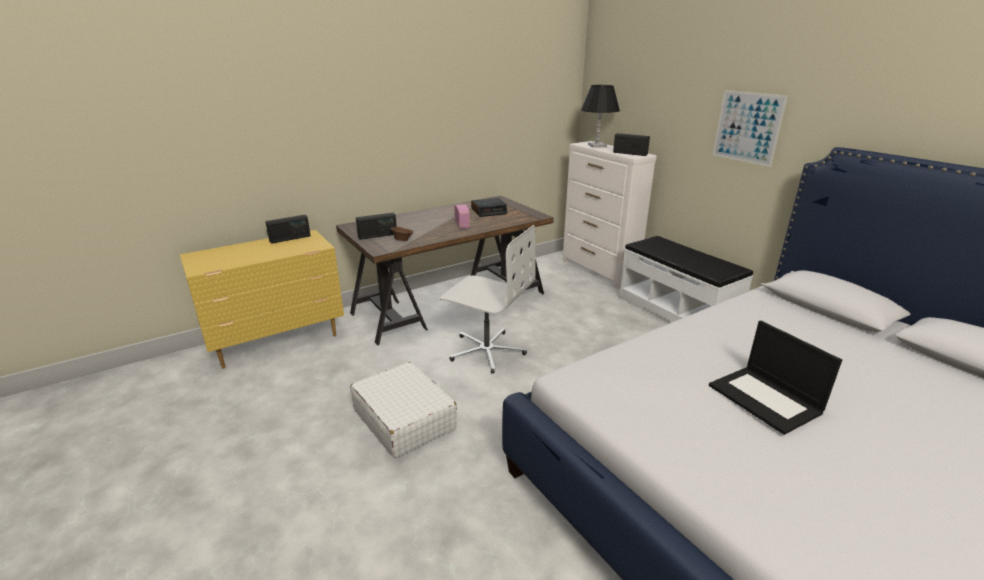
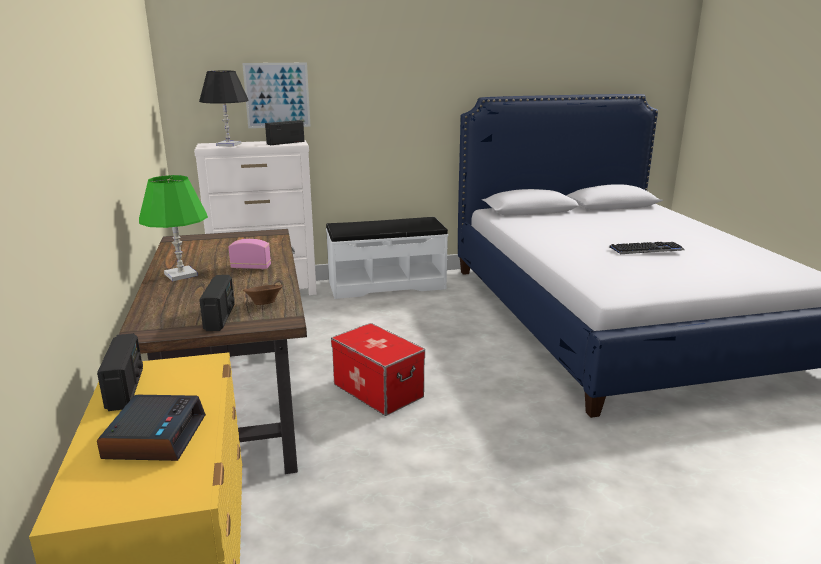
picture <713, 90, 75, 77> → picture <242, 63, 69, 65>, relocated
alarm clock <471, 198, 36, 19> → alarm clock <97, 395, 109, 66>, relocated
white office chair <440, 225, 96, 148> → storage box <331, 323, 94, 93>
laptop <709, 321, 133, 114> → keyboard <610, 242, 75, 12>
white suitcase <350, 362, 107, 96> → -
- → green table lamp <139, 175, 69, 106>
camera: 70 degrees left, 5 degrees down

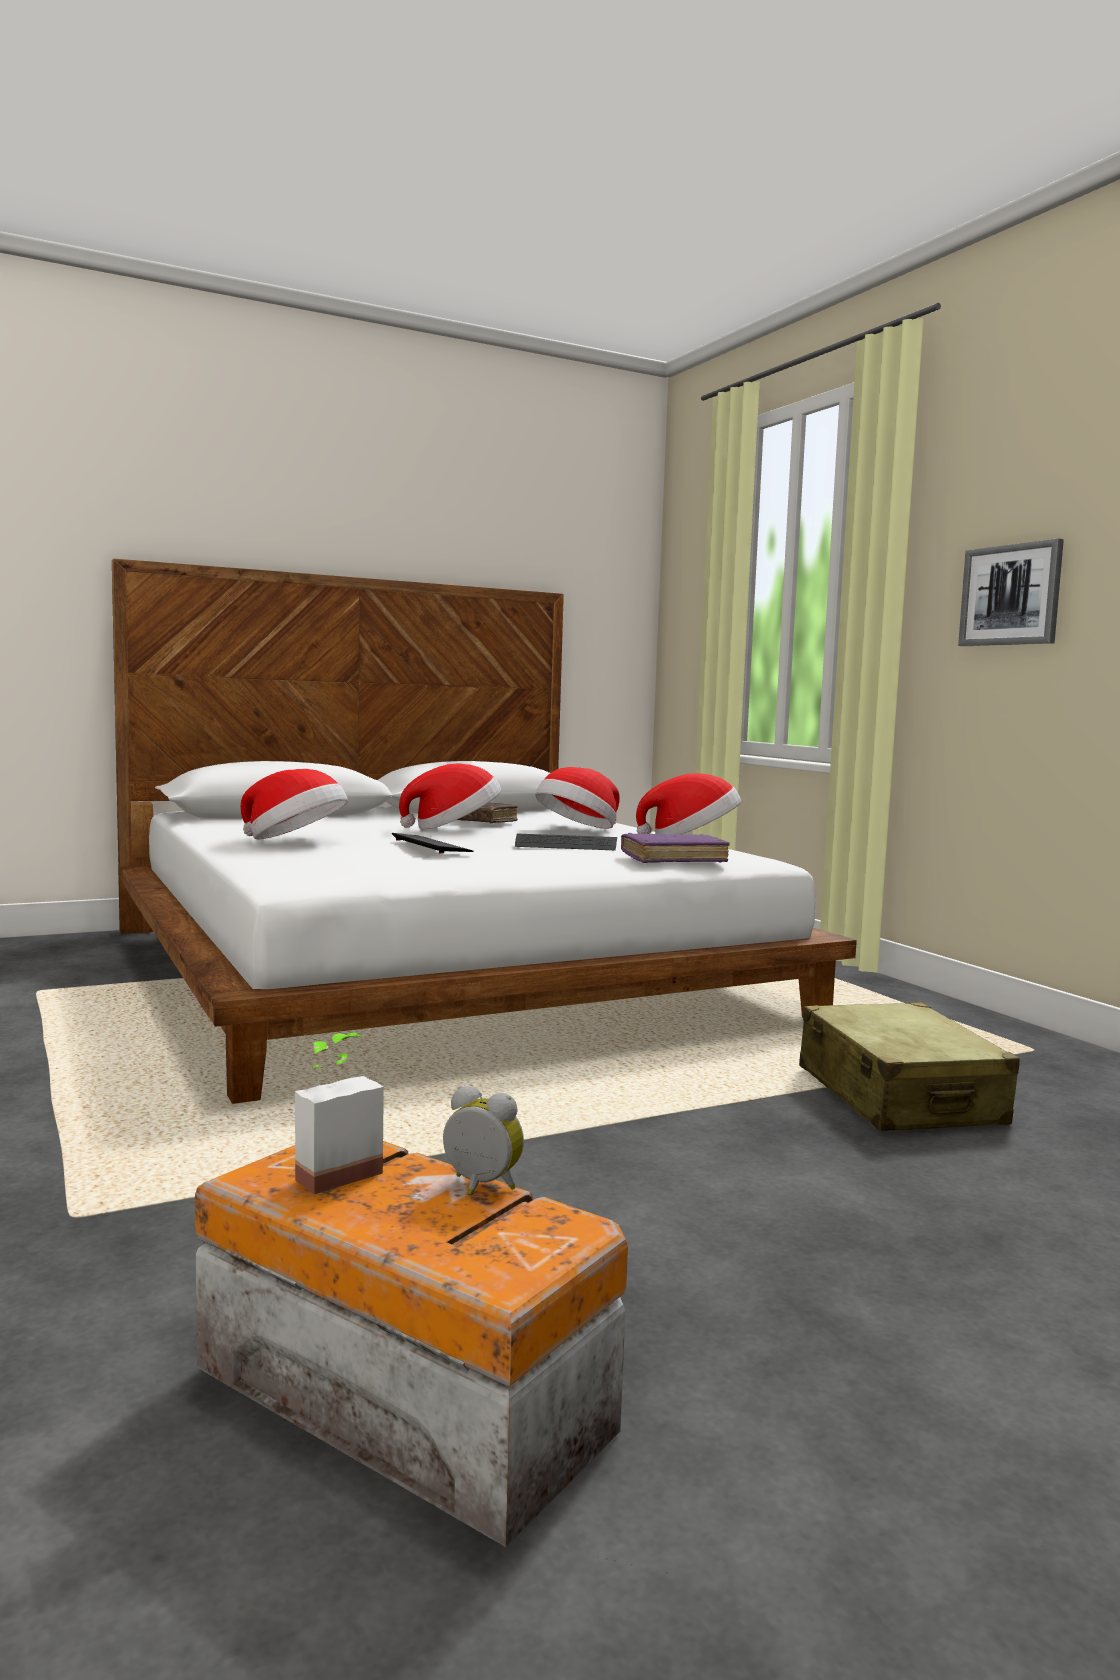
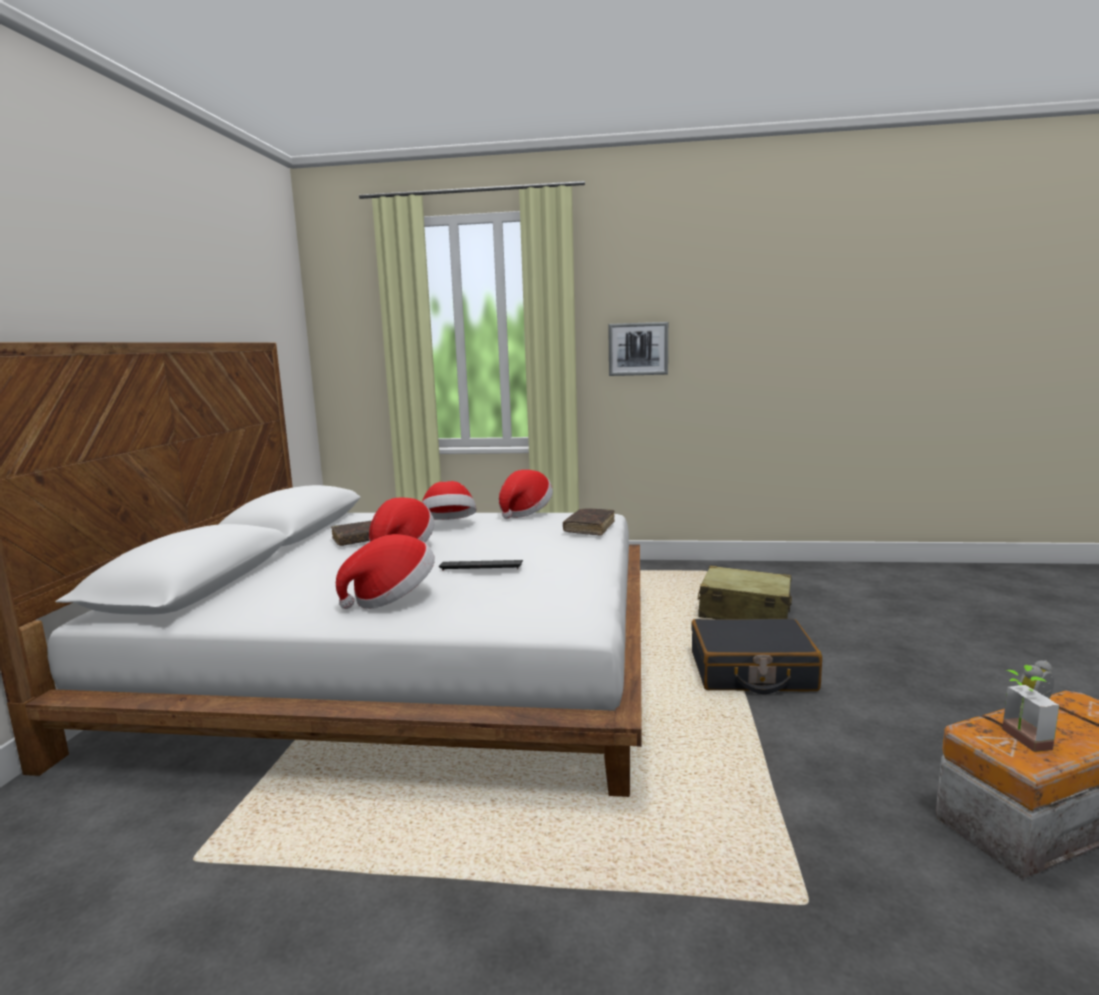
purple book <621, 833, 109, 30> → brown book <563, 508, 52, 27>
keyboard <515, 834, 102, 16> → -
- → black suitcase <691, 619, 131, 75>
camera: 55 degrees left, 5 degrees up

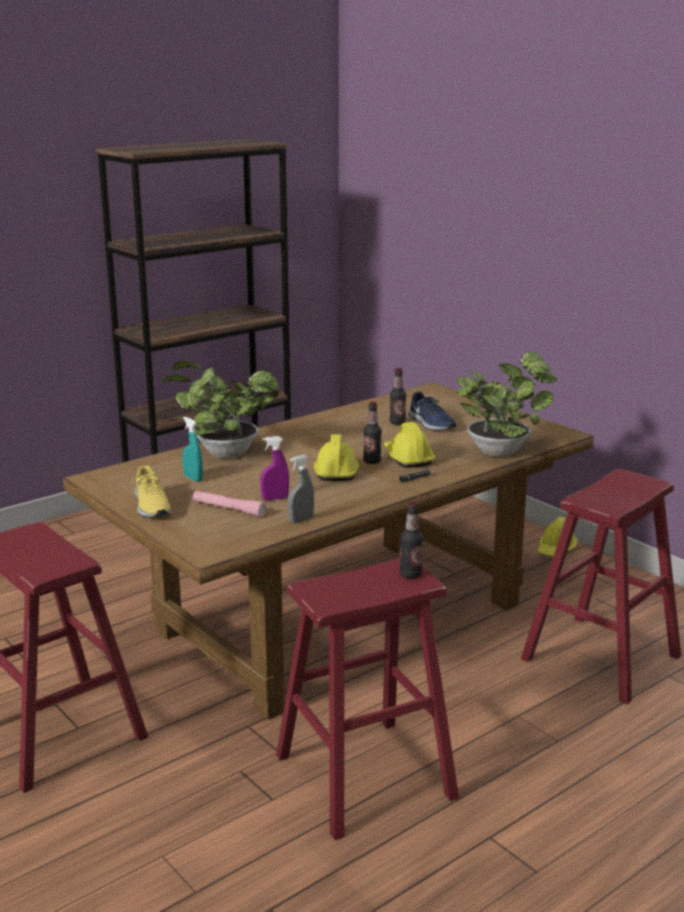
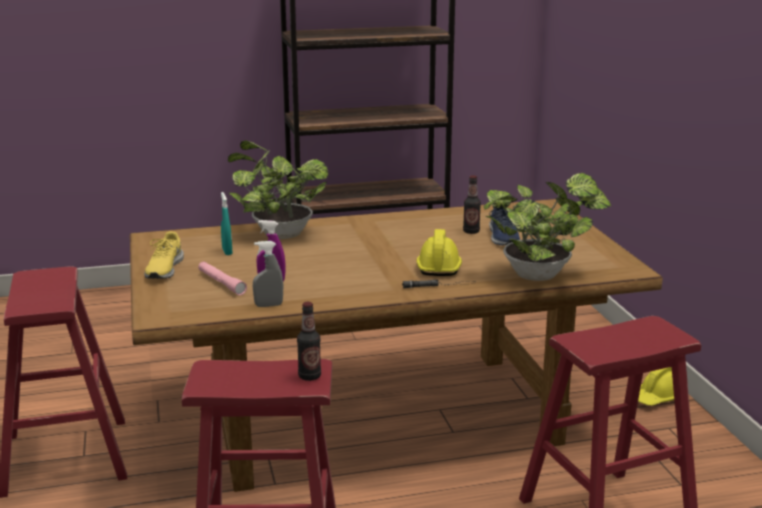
bottle <363, 402, 19, 62> → -
yellow hard hat <314, 434, 45, 47> → -
camera: 25 degrees right, 0 degrees up

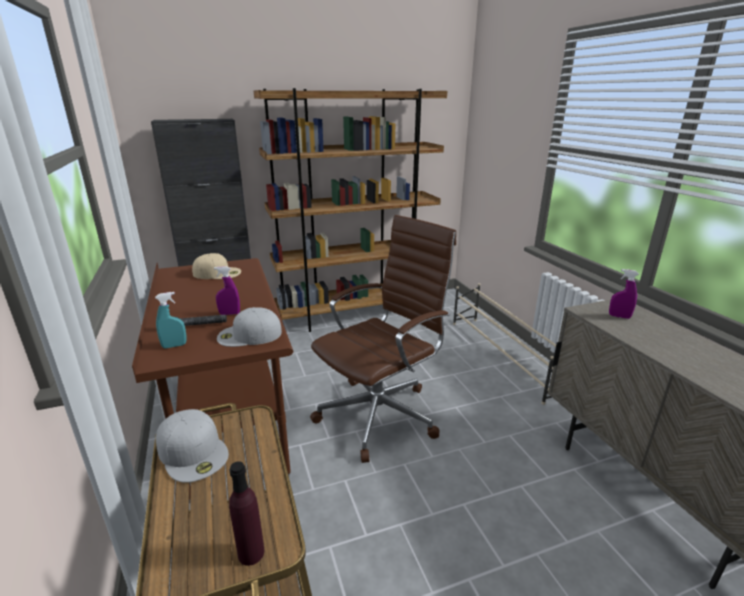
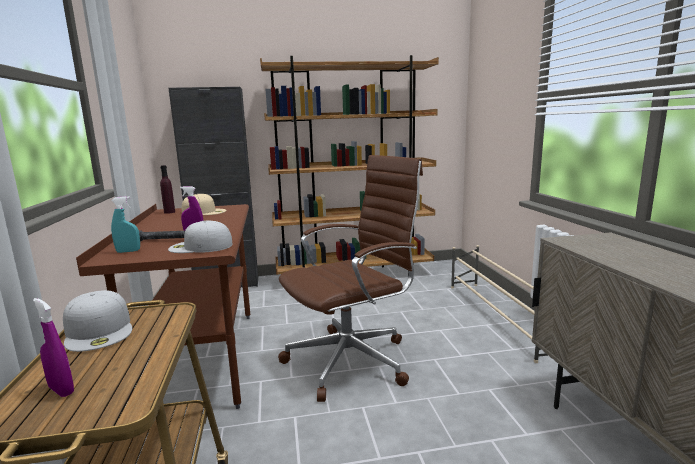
purple spray bottle <609, 269, 30, 50> → purple spray bottle <33, 298, 41, 99>, relocated
purple bottle <229, 461, 35, 105> → purple bottle <160, 165, 15, 49>, relocated
camera: 10 degrees right, 10 degrees down

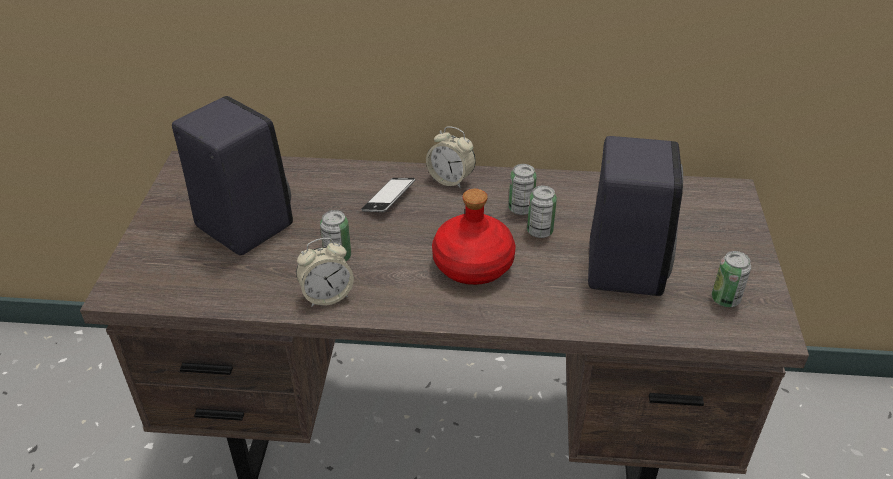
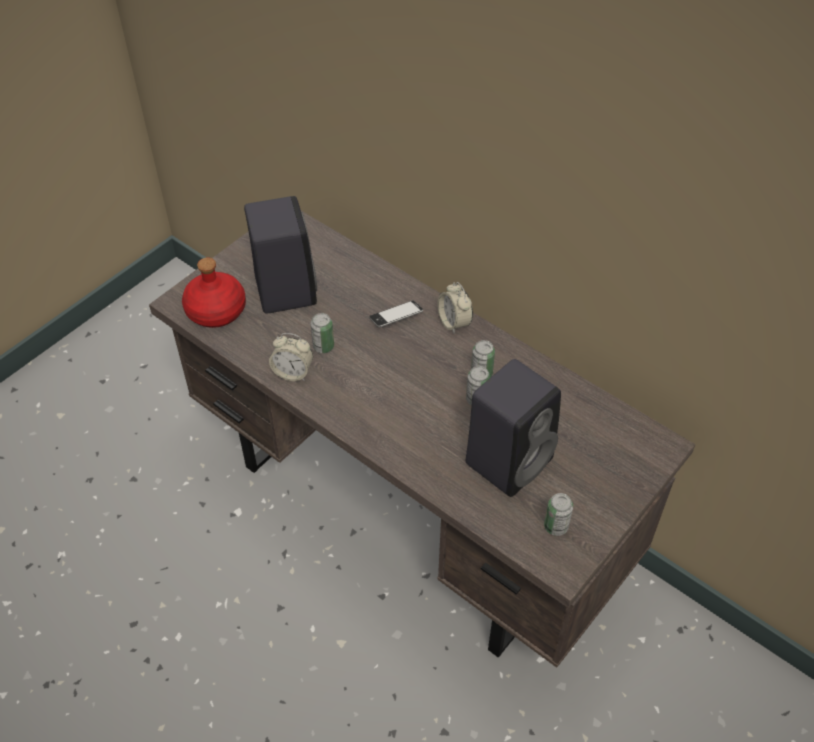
red bottle <432, 189, 84, 96> → red bottle <182, 258, 64, 70>, relocated
camera: 35 degrees right, 10 degrees up

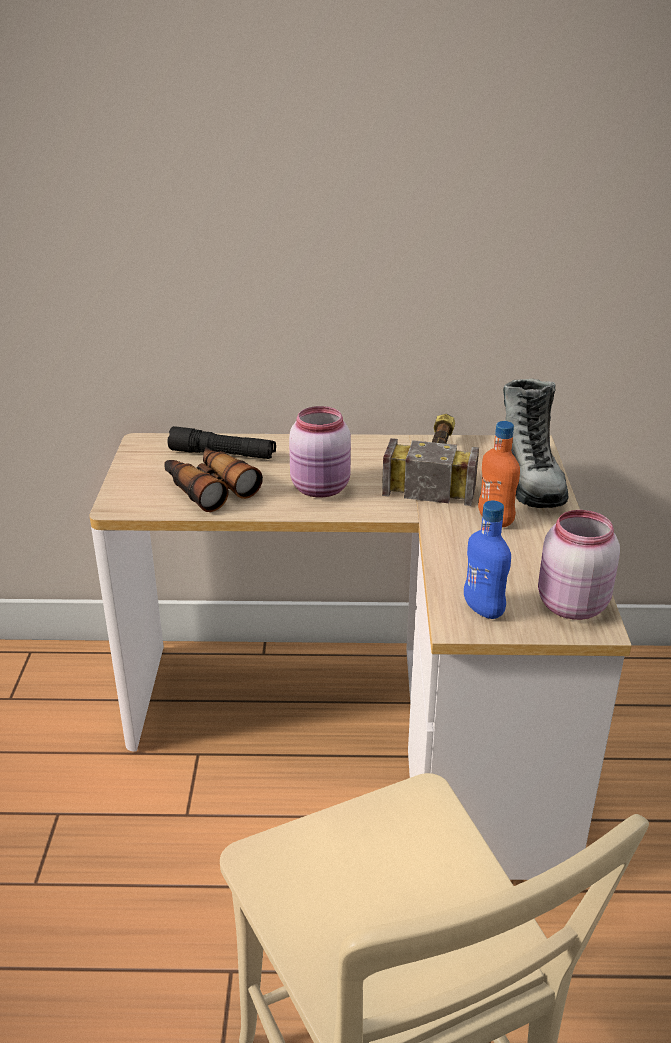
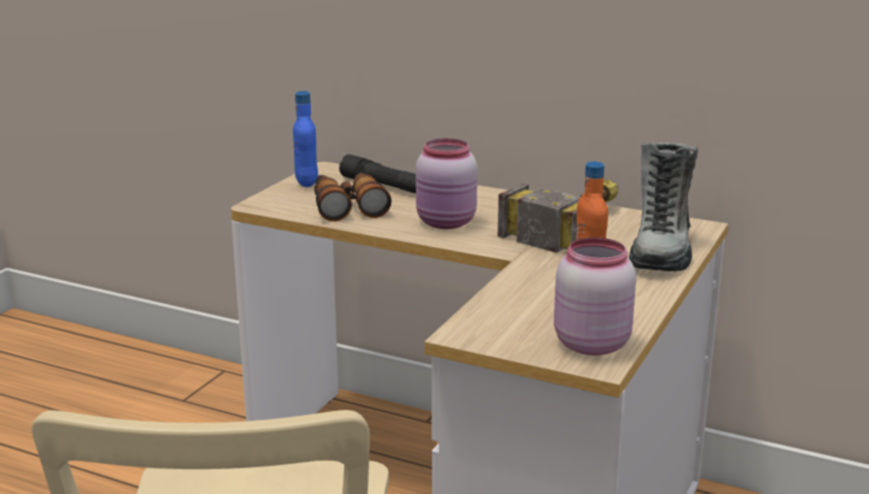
blue bottle <464, 500, 47, 119> → blue bottle <293, 91, 25, 96>, relocated
camera: 25 degrees right, 10 degrees down

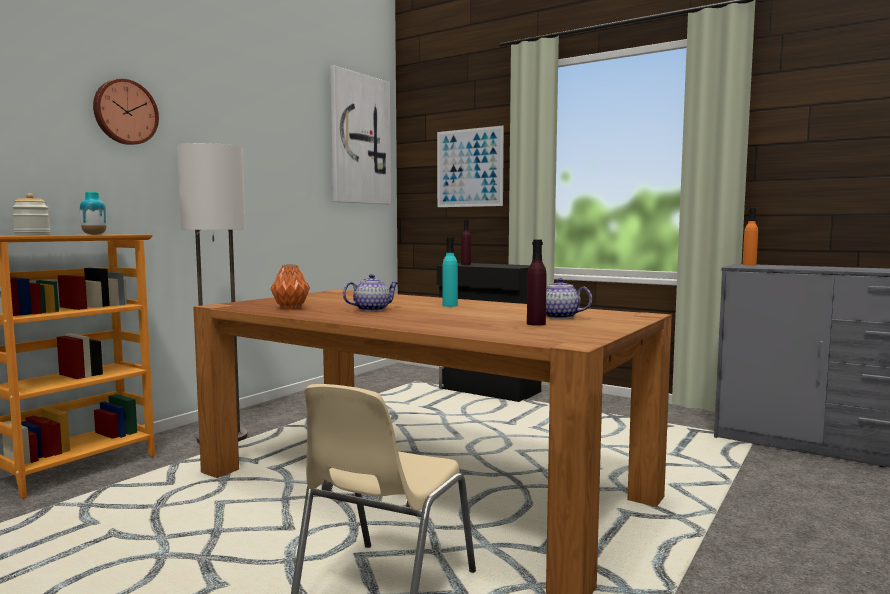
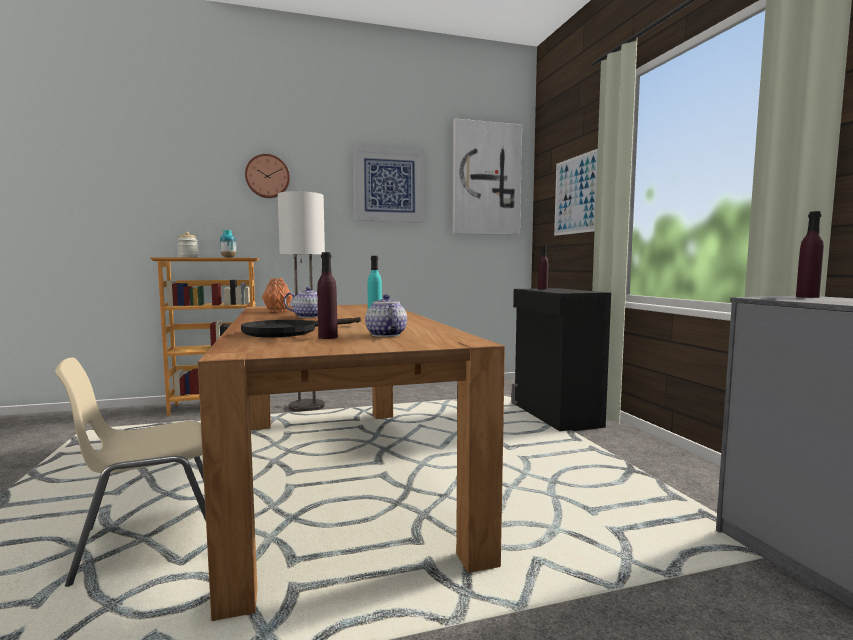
orange bottle <743, 208, 15, 58> → purple bottle <796, 211, 28, 87>
- → picture <354, 146, 70, 76>
- → black frying pan <241, 317, 120, 20>
camera: 40 degrees right, 0 degrees up

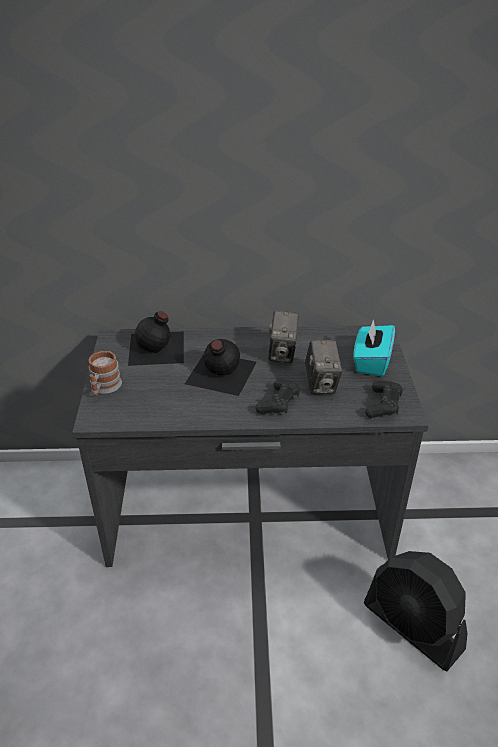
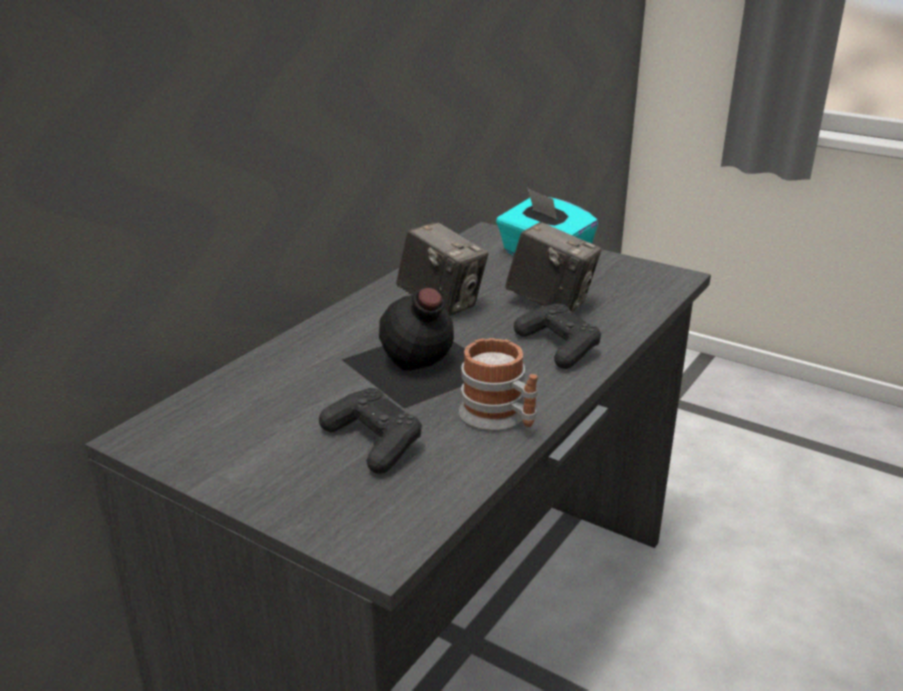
black bottle <128, 311, 56, 55> → -
mug <89, 351, 33, 45> → mug <459, 338, 79, 93>, relocated
black game controller <365, 381, 38, 37> → black game controller <319, 388, 103, 86>, relocated
black fan <363, 551, 104, 120> → -
camera: 55 degrees left, 10 degrees down

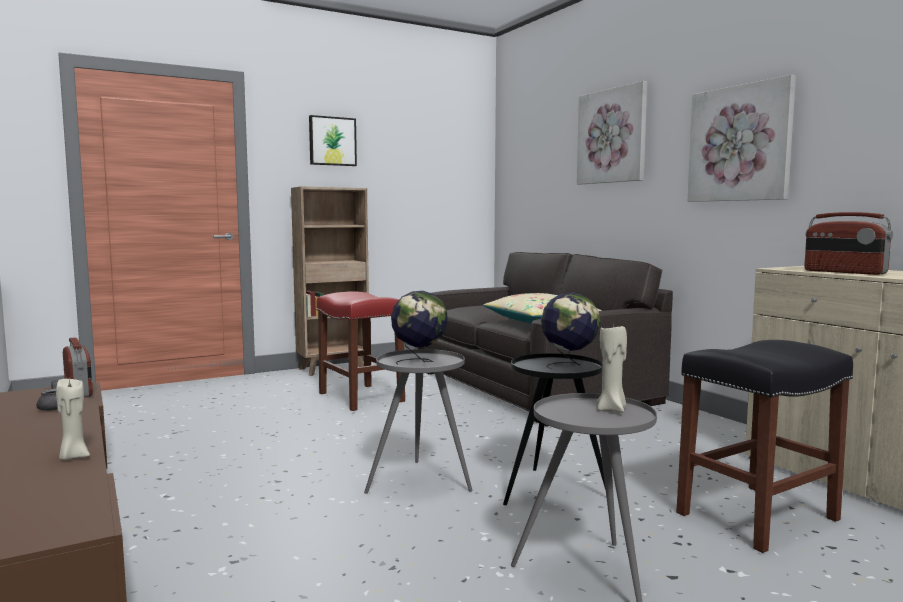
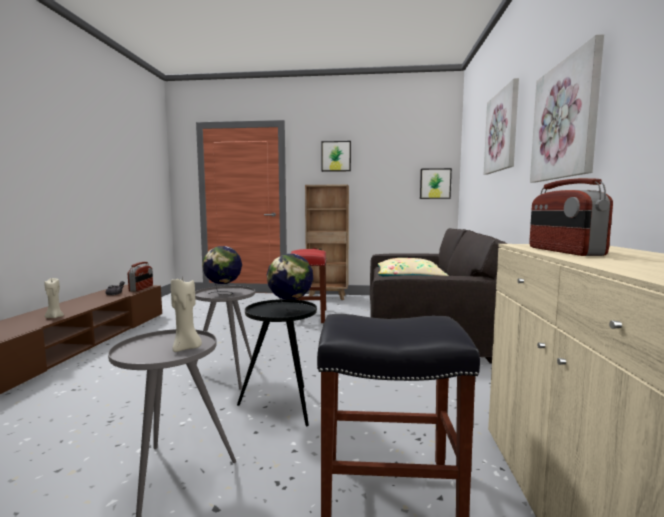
- → picture <420, 168, 32, 31>
camera: 35 degrees right, 0 degrees up

